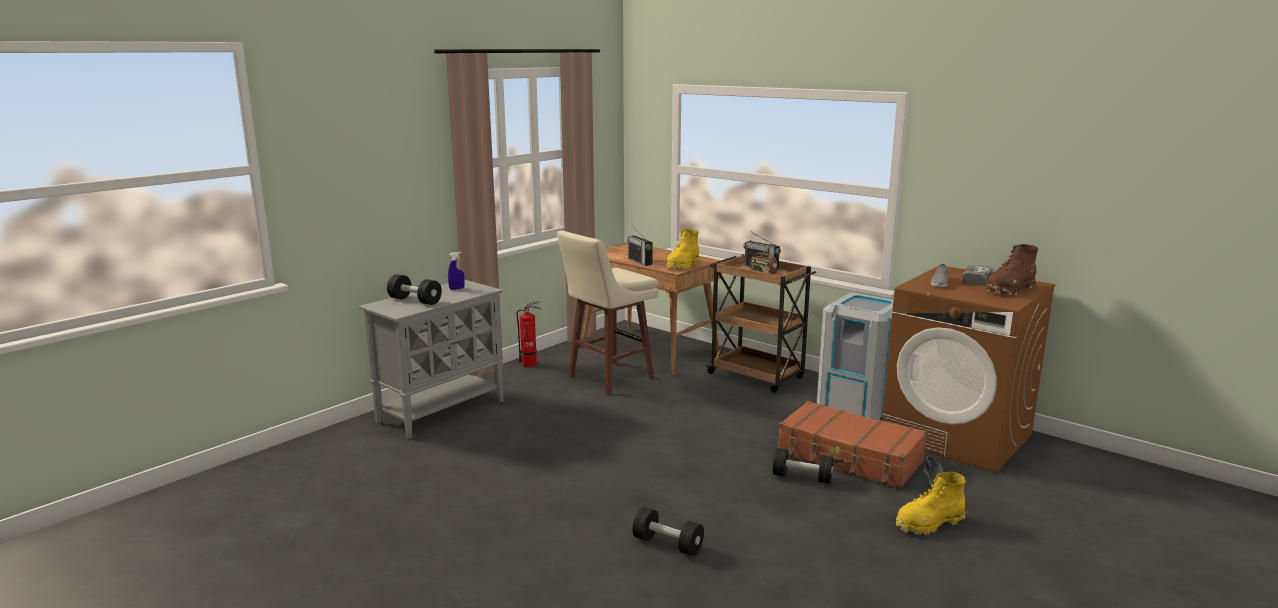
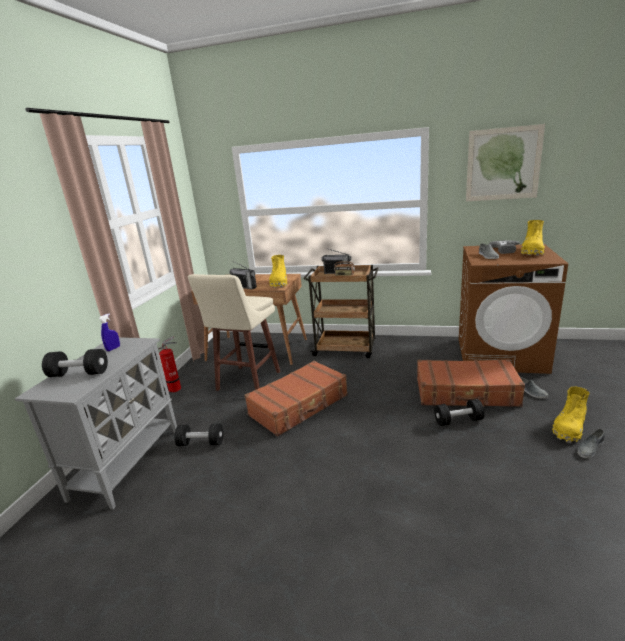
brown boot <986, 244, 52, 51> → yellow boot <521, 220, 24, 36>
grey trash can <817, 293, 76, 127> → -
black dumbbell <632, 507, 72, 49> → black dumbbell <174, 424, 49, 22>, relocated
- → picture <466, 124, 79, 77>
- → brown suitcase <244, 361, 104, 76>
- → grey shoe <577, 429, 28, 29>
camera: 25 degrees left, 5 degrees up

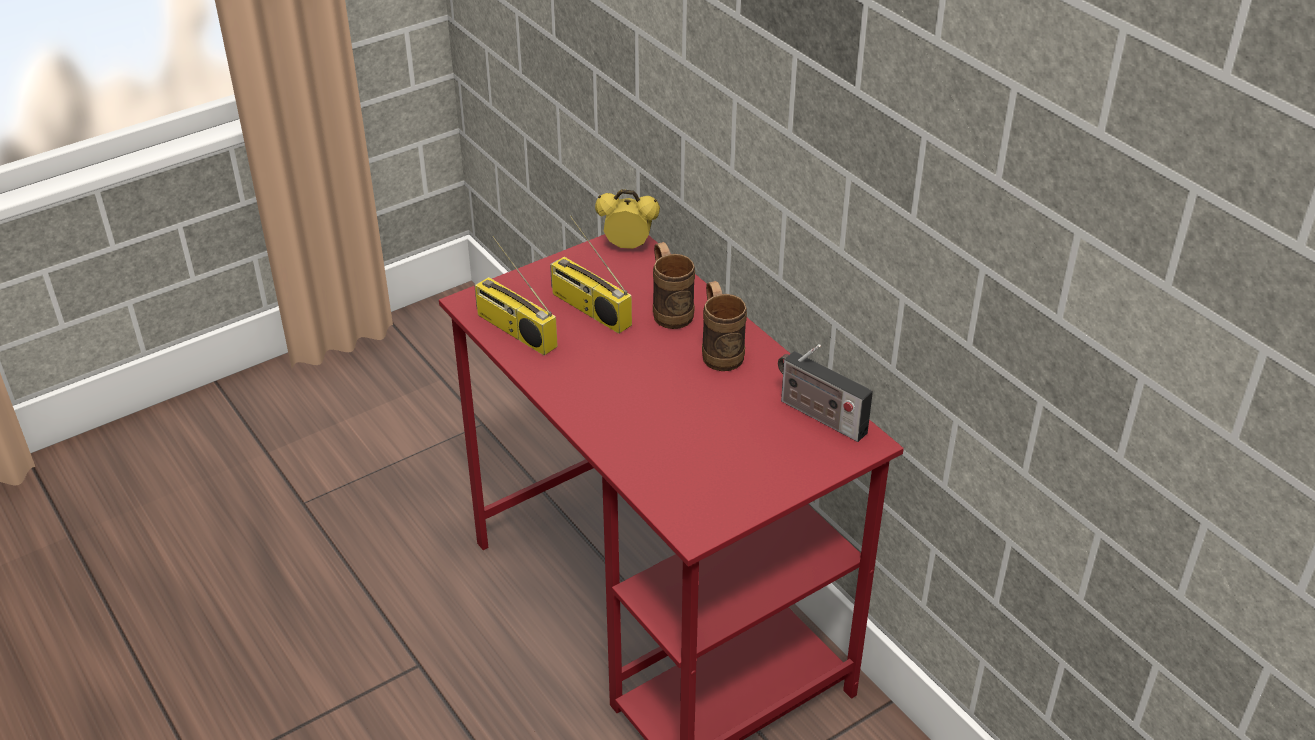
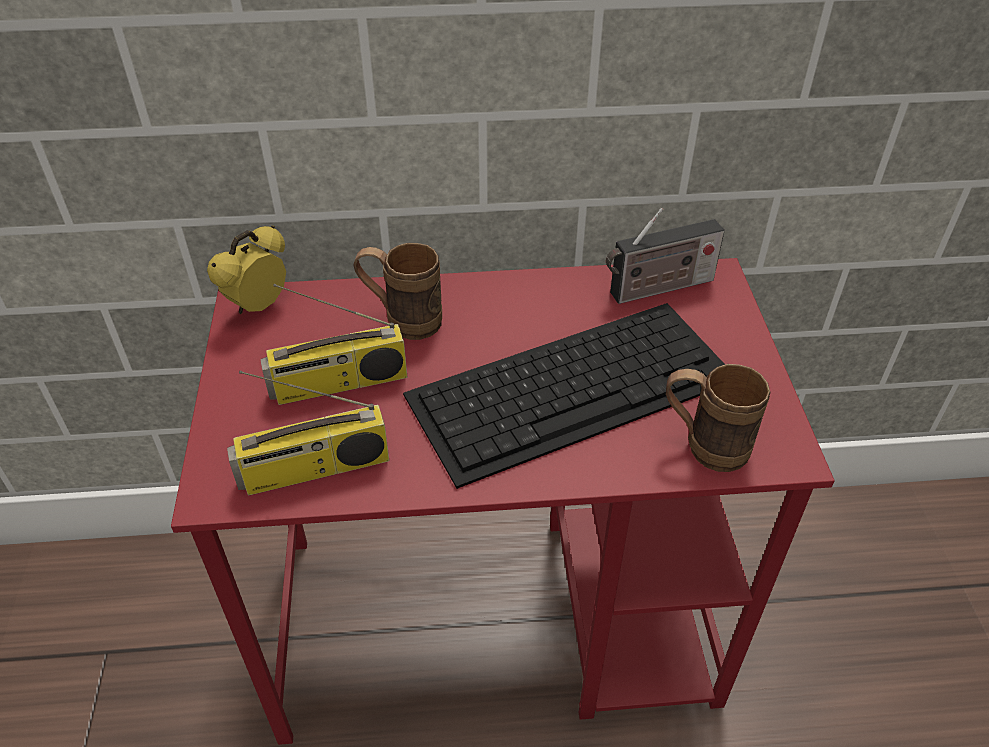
brown mug <702, 281, 45, 90> → brown mug <666, 364, 104, 108>, relocated
- → keyboard <403, 303, 322, 186>
camera: 60 degrees left, 5 degrees up

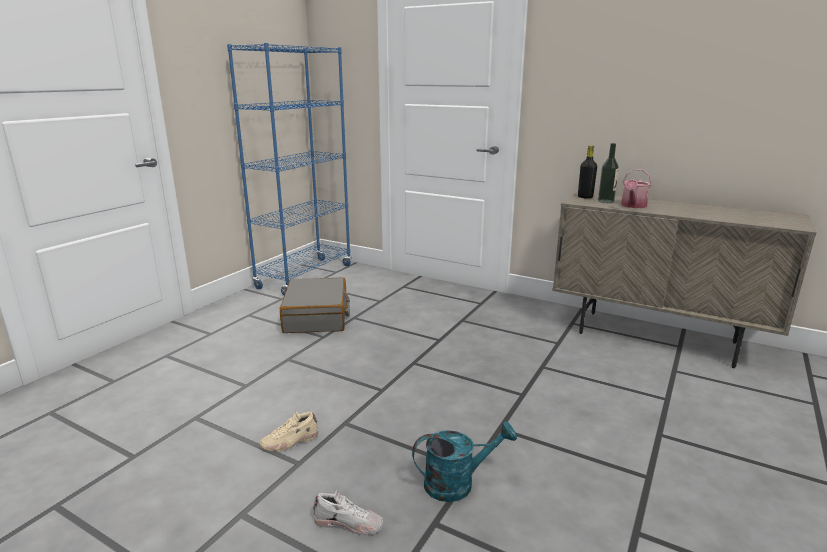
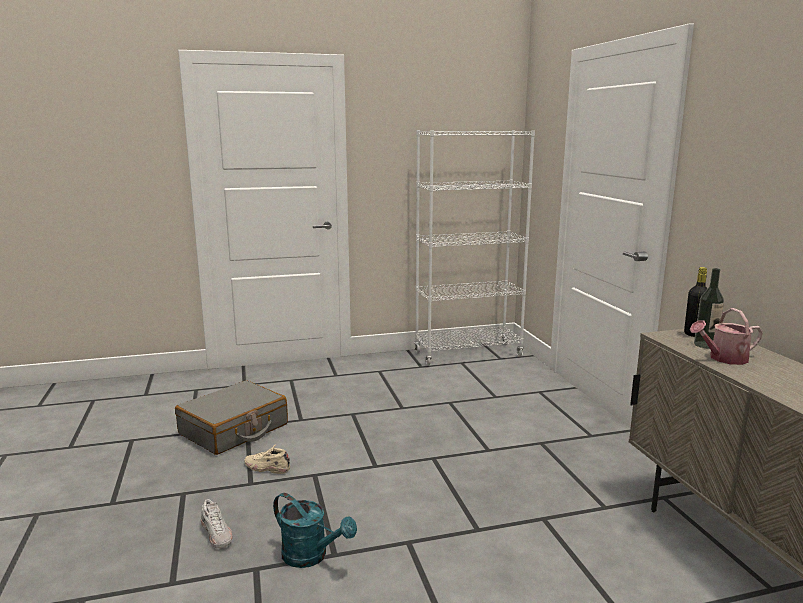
blue bookcase <227, 43, 124, 253> → white bookcase <414, 130, 121, 236>
grey suitcase <280, 277, 70, 56> → grey suitcase <175, 380, 113, 75>, relocated
camera: 45 degrees right, 5 degrees down

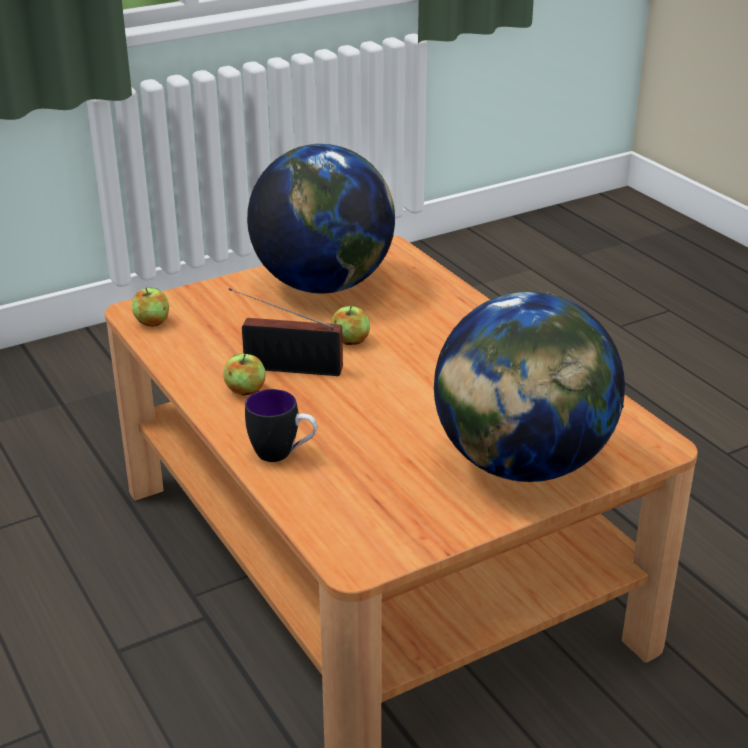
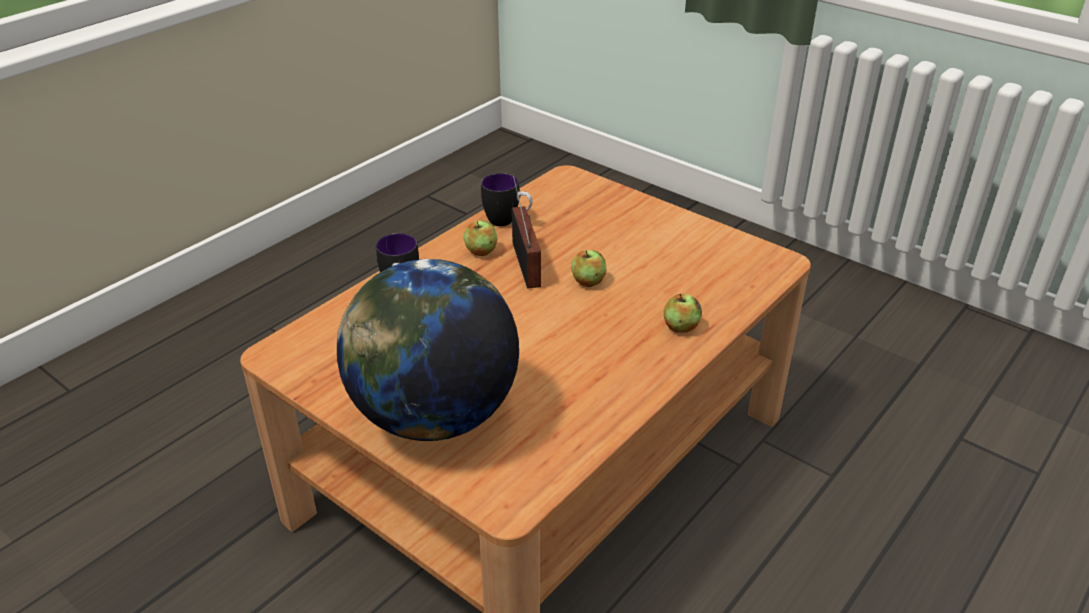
globe <247, 144, 148, 149> → -
apple <132, 288, 37, 39> → apple <664, 294, 38, 39>, relocated
- → mug <481, 173, 52, 53>
camera: 70 degrees right, 5 degrees up

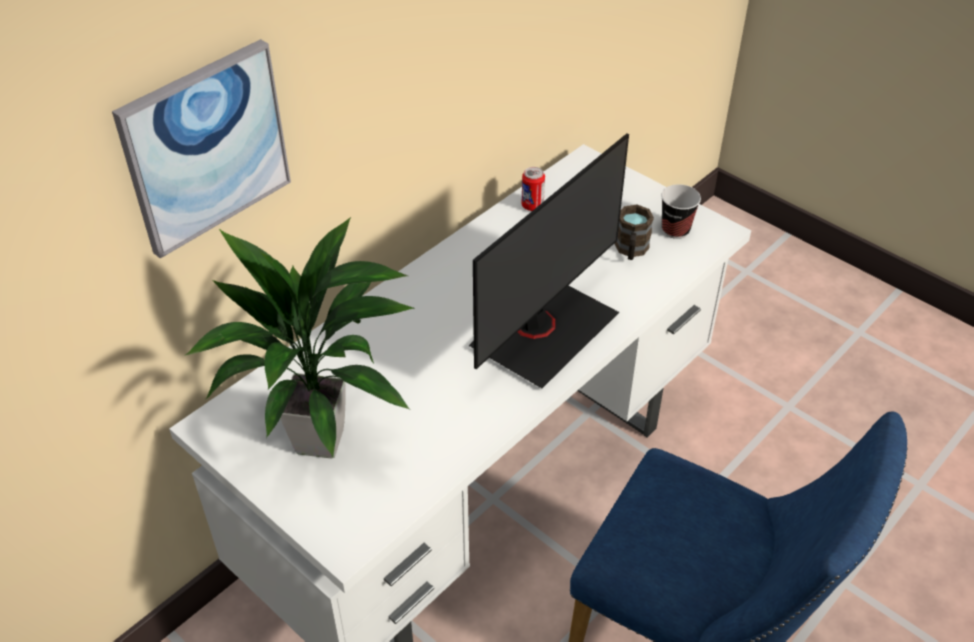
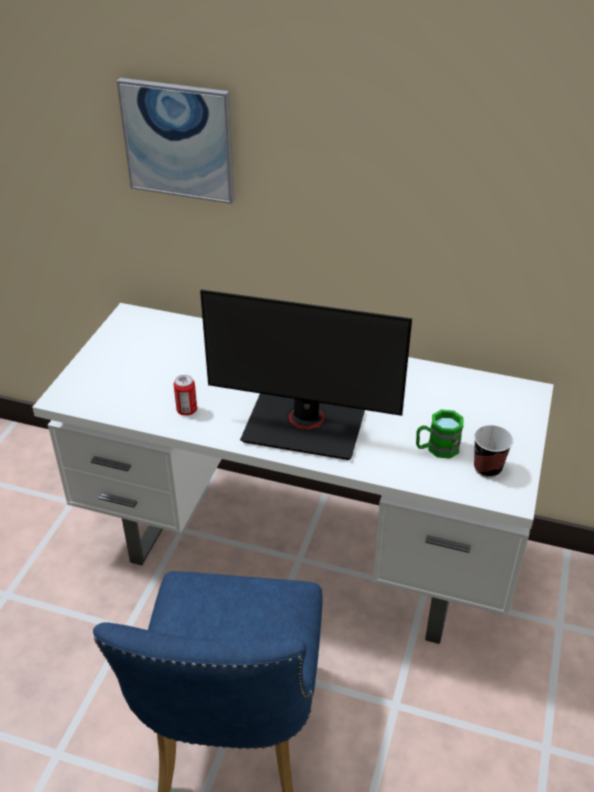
can <522, 167, 23, 44> → can <174, 375, 23, 41>, relocated
brown mug <615, 205, 39, 55> → green mug <416, 410, 48, 49>
potted plant <184, 217, 230, 241> → -
camera: 65 degrees right, 5 degrees down

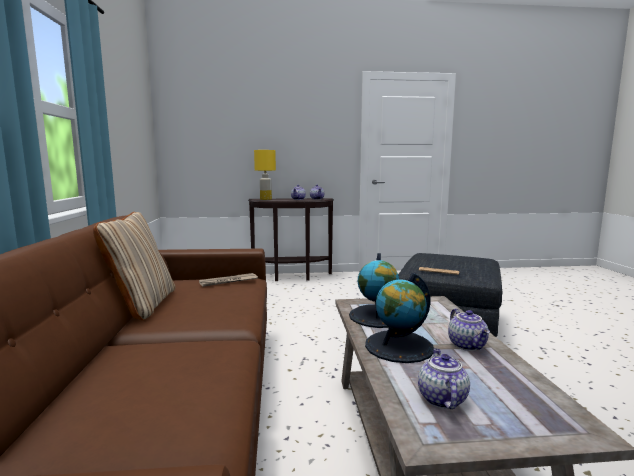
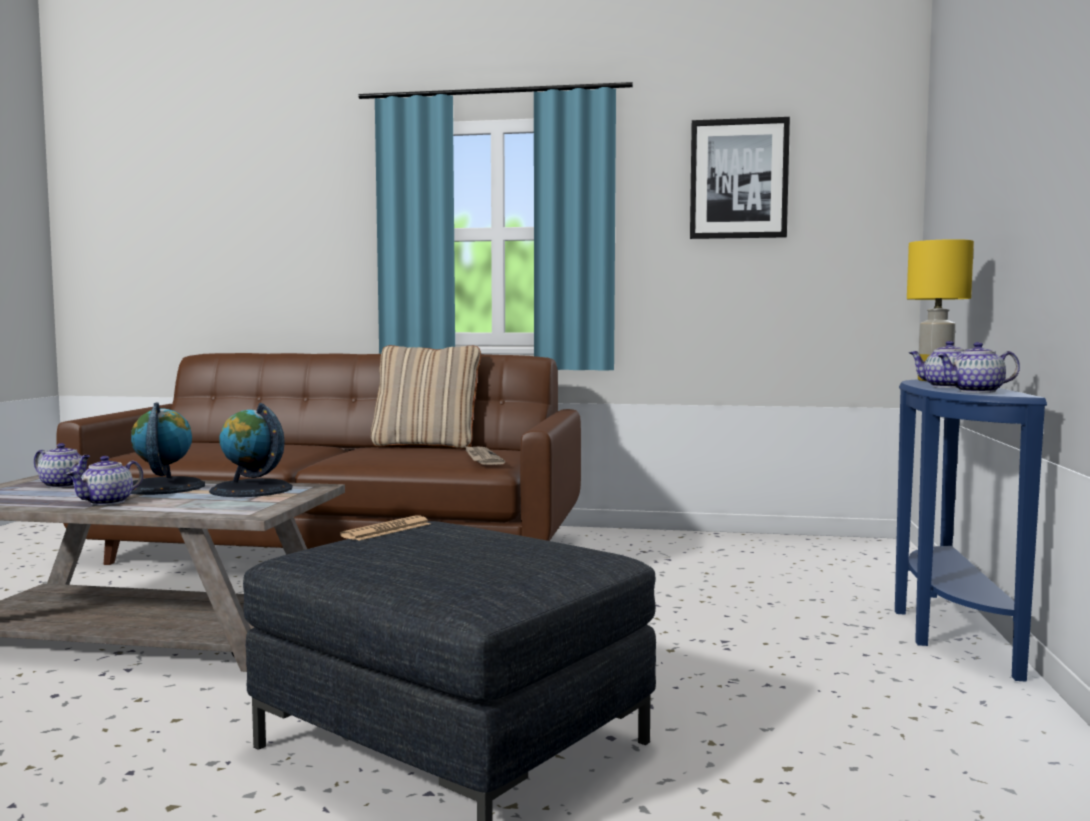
brown console table <248, 198, 86, 83> → blue console table <895, 379, 152, 303>
teapot <448, 308, 42, 43> → teapot <66, 456, 77, 50>, 60 degrees counterclockwise
- → picture <690, 117, 100, 122>
camera: 105 degrees right, 5 degrees down

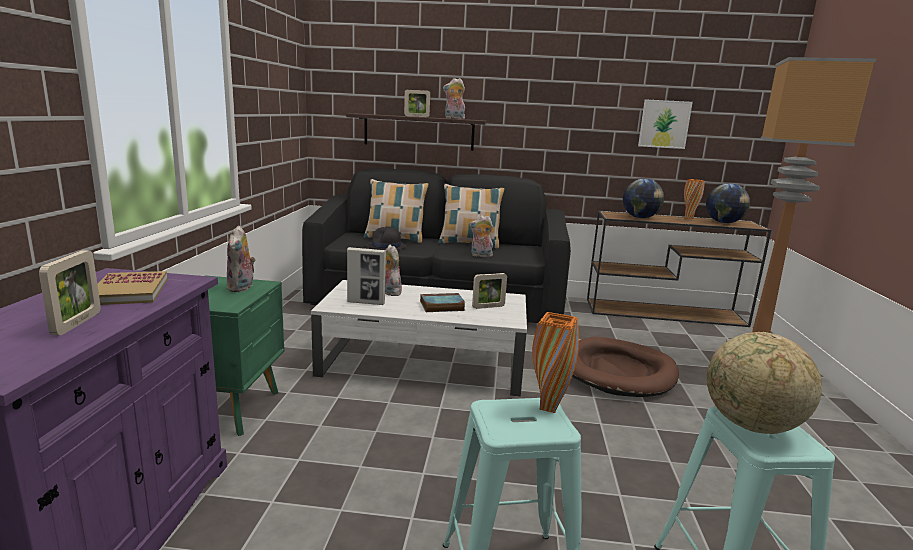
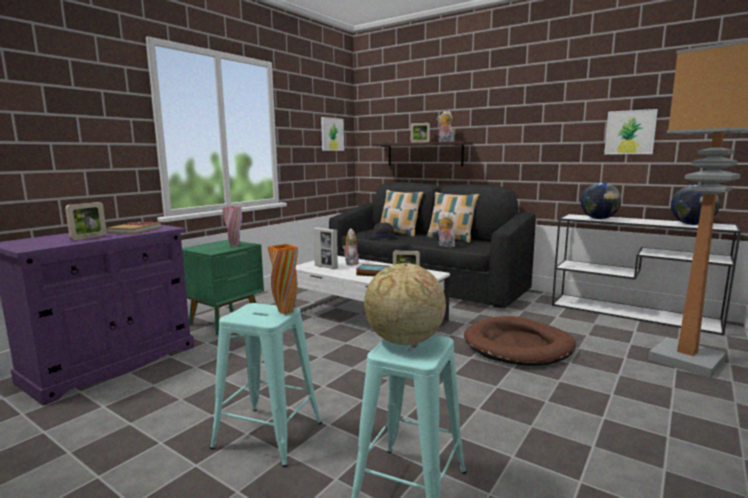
orange vase <684, 179, 21, 40> → -
brown console table <587, 211, 184, 116> → white console table <552, 214, 189, 122>
plush toy <227, 225, 29, 67> → pink vase <223, 206, 19, 40>
- → picture <321, 117, 23, 34>
camera: 30 degrees right, 5 degrees down

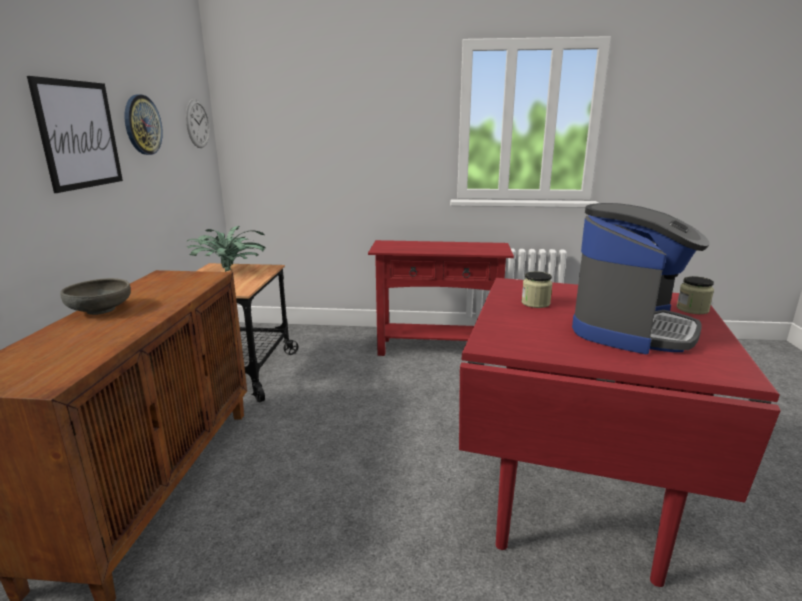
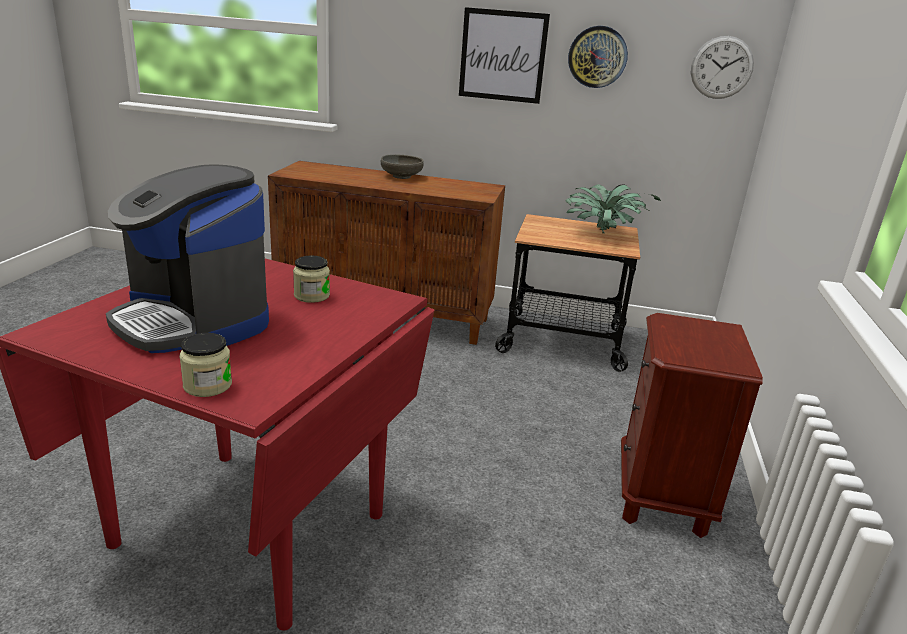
red console table <368, 240, 146, 116> → brown nightstand <621, 313, 142, 225>
camera: 95 degrees right, 5 degrees up

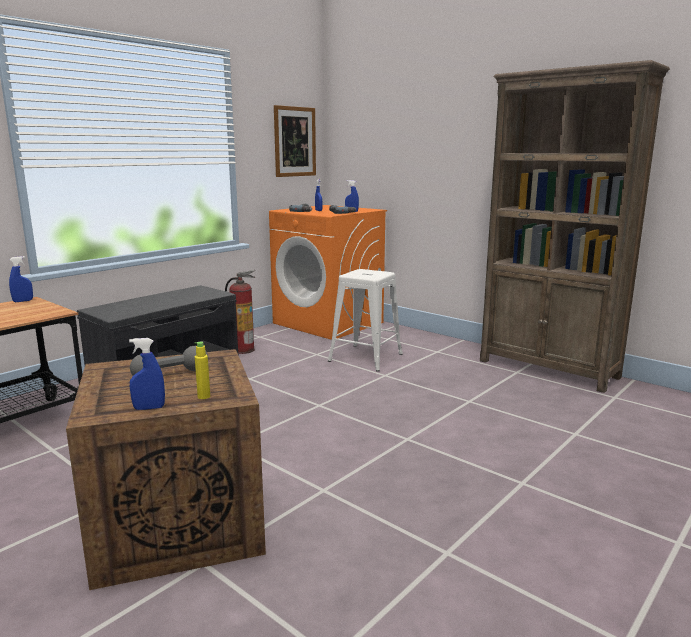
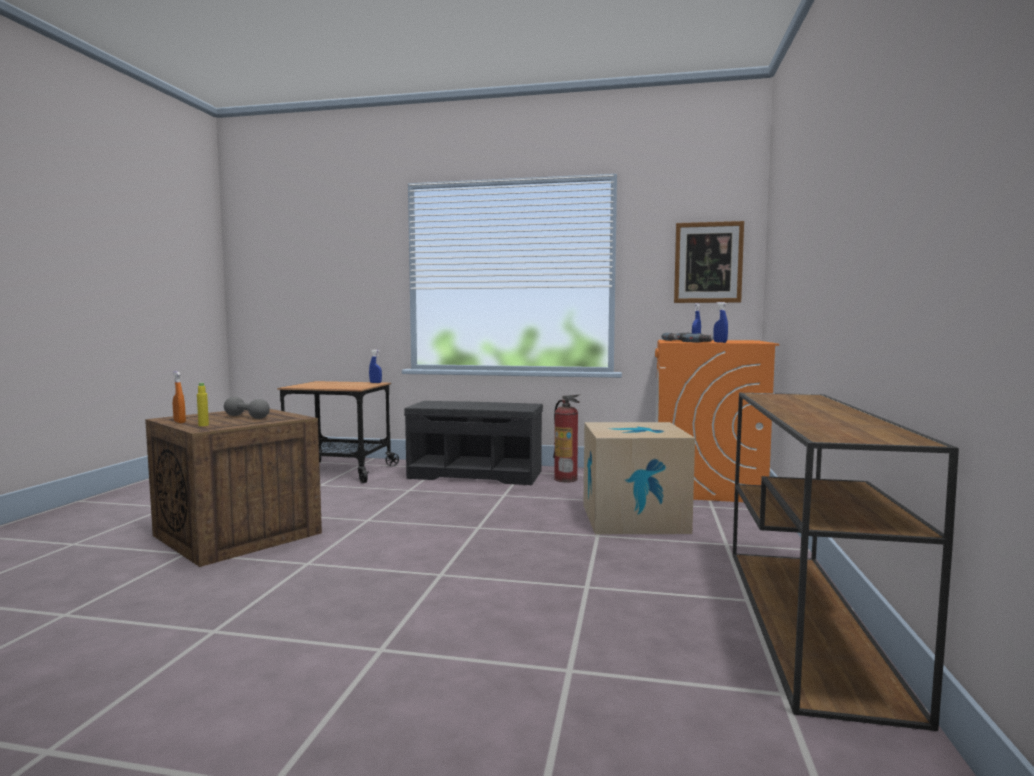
brown bookcase <480, 60, 190, 333> → brown console table <733, 393, 226, 338>
white stool <328, 269, 75, 103> → cardboard box <583, 422, 112, 112>
blue spray bottle <129, 338, 36, 72> → orange spray bottle <173, 371, 13, 52>
camera: 60 degrees right, 10 degrees down

